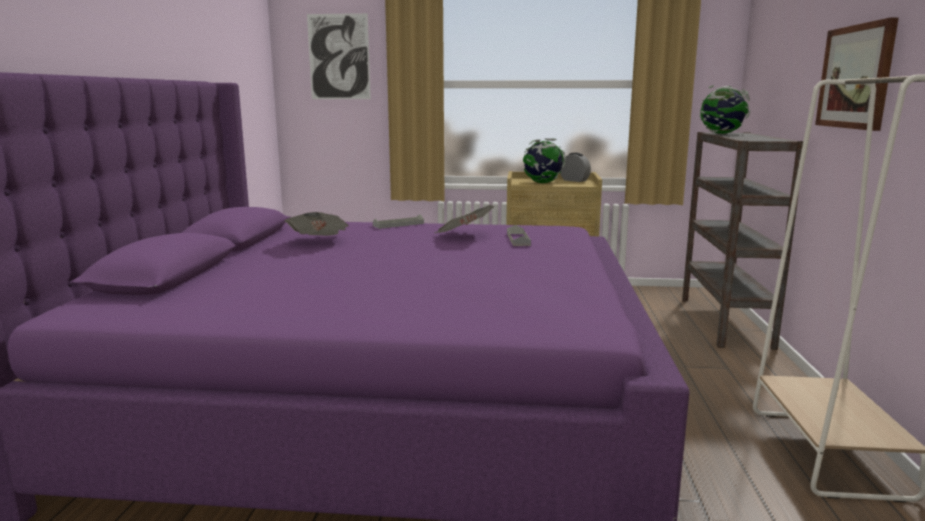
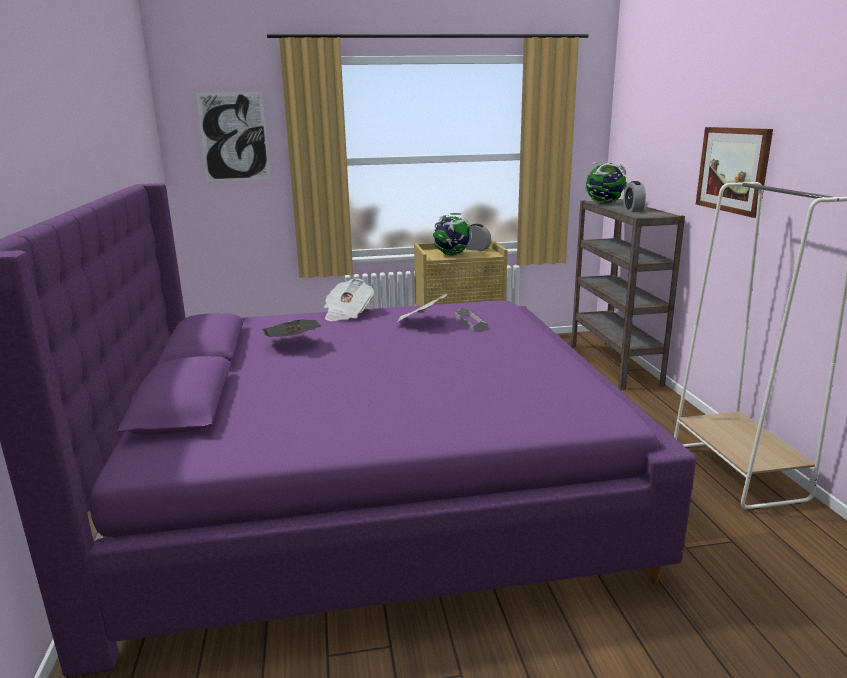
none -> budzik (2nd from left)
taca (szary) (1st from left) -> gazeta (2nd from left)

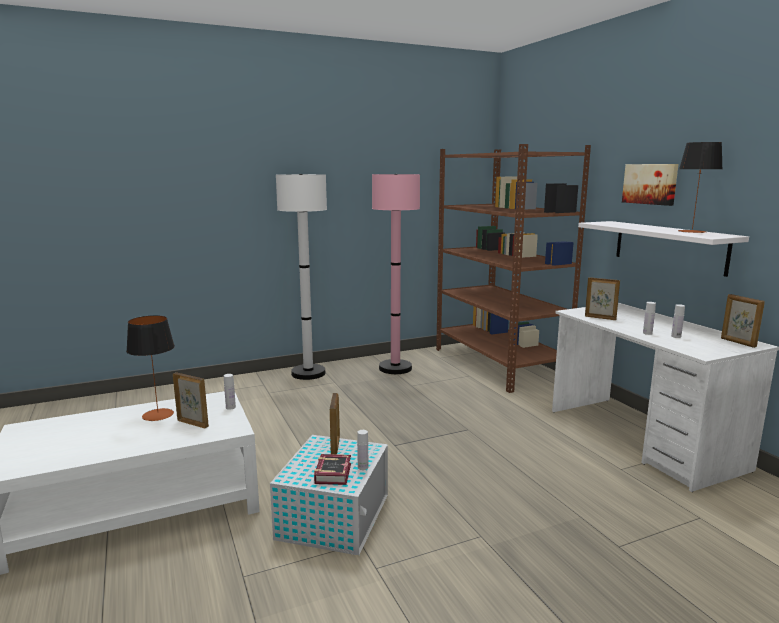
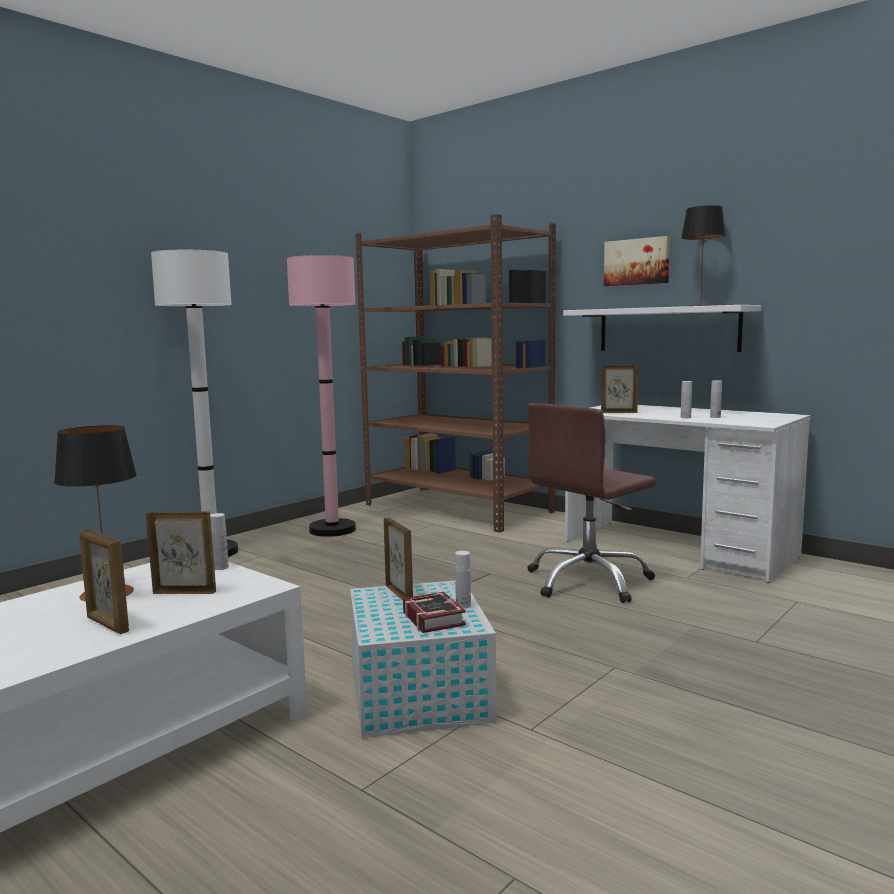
none -> krzesło biurowe (brązowy)
ramka na zdjęcie (4th from left in the first image) -> ramka na zdjęcie (1st from left), move

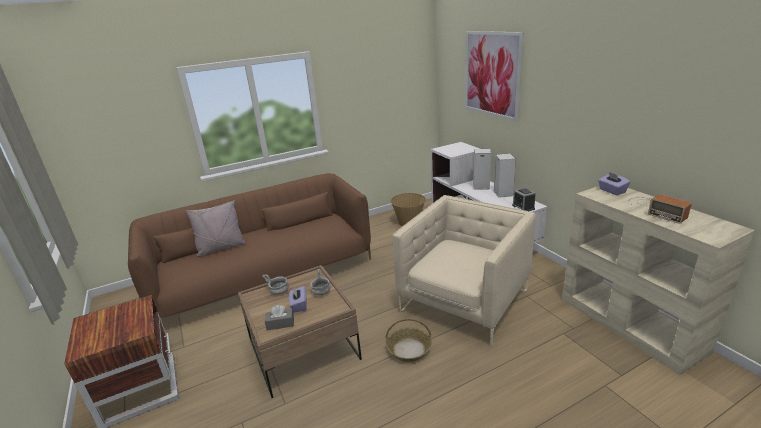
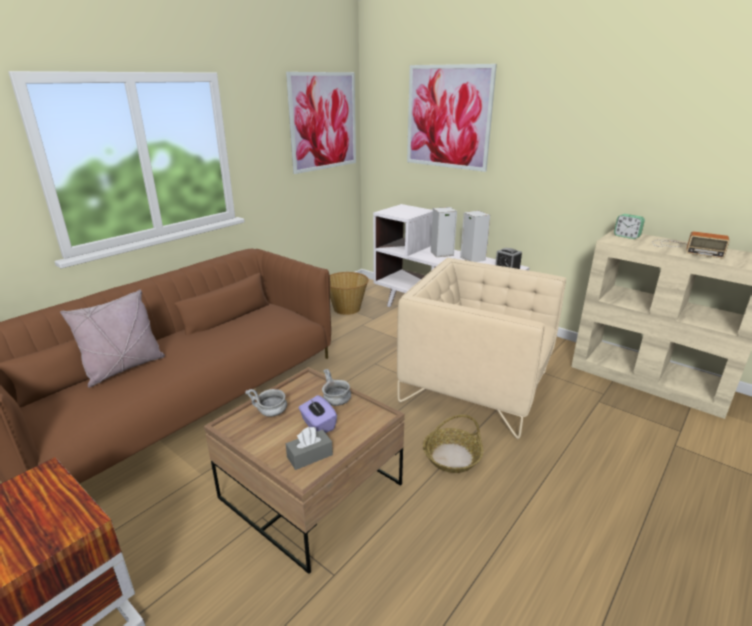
none -> obraz (1st from left)
pudełko chusteczek (fioletowy) (2nd from left) -> budzik (2nd from left)
fotel (beżowy), 75 degrees counterclockwise

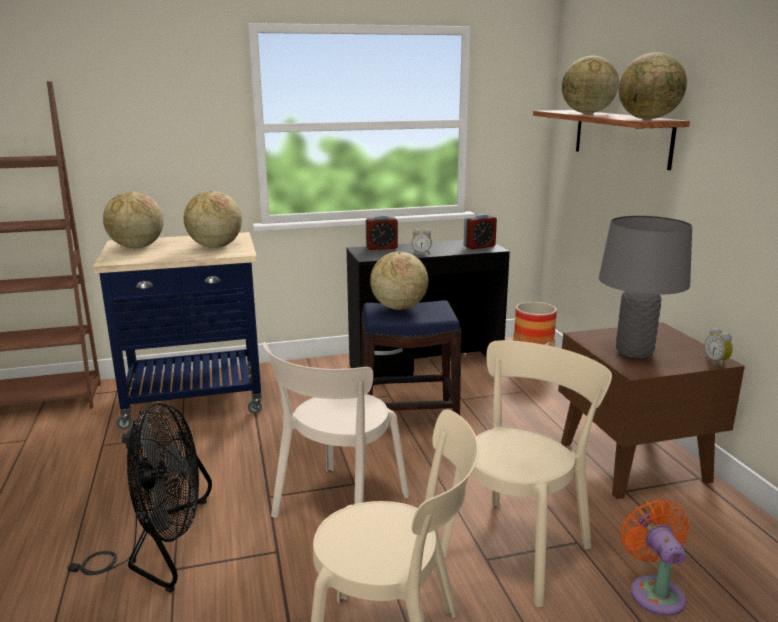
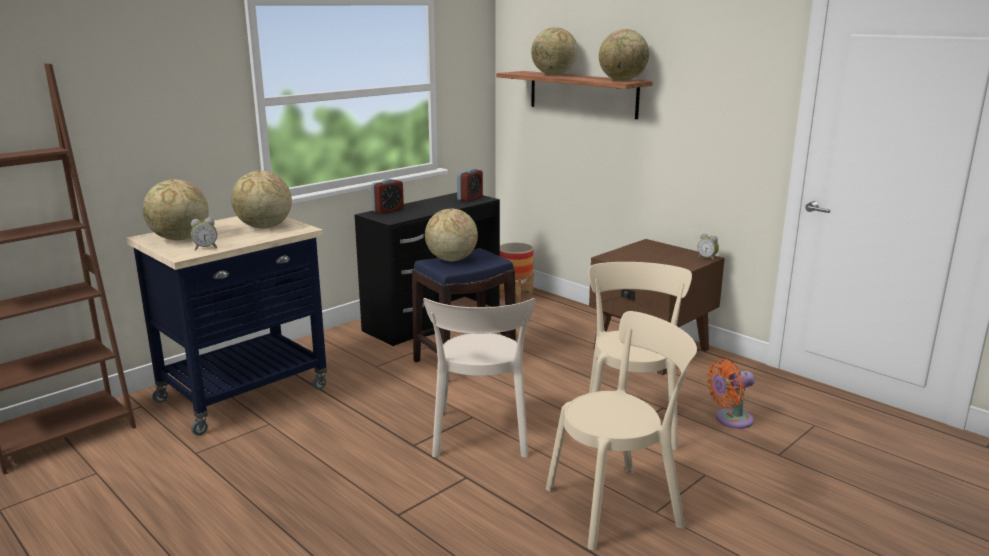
wentylator (czarny) -> none
lampa stołowa (szary) -> none
budzik (2nd from left in the first image) -> budzik (1st from left), move
wentylator (pomarańczowy), 75 degrees counterclockwise

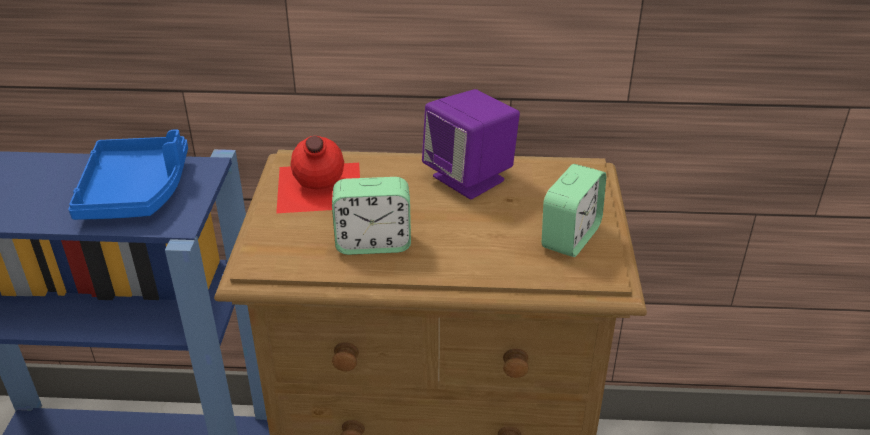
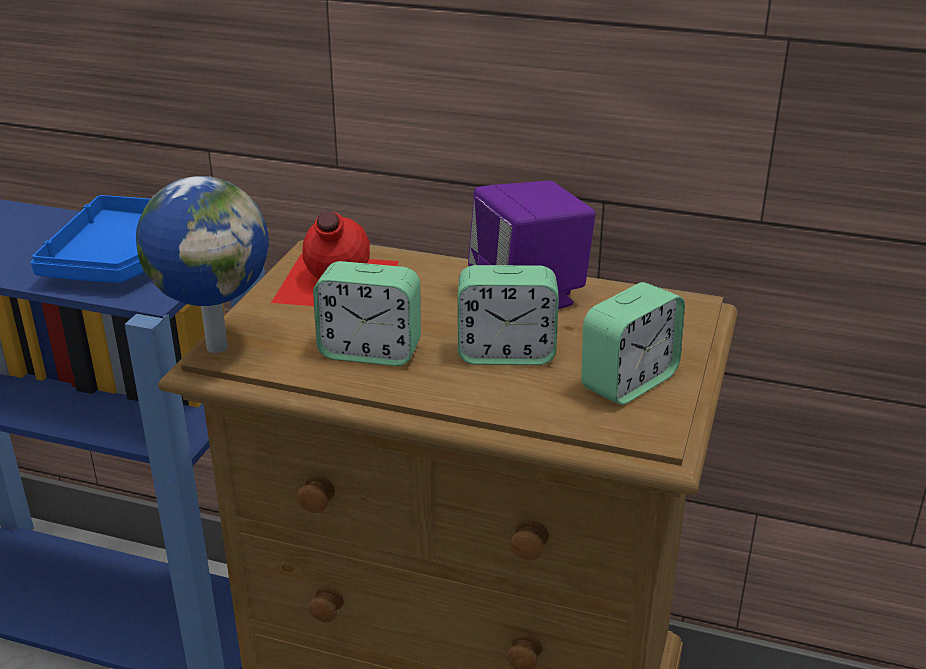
none -> globus
none -> budzik (2nd from left)

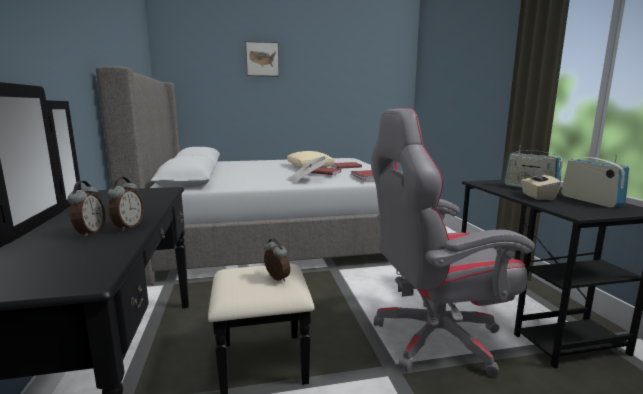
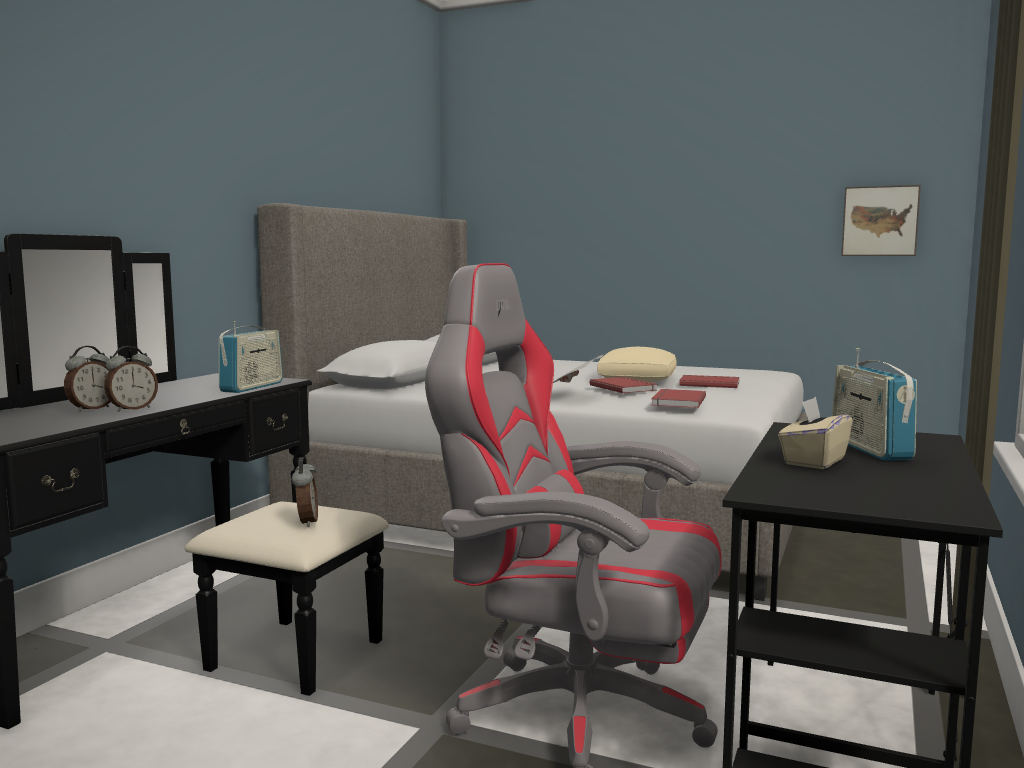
obraz, move
radio (2nd from left in the first image) -> radio (1st from left), move

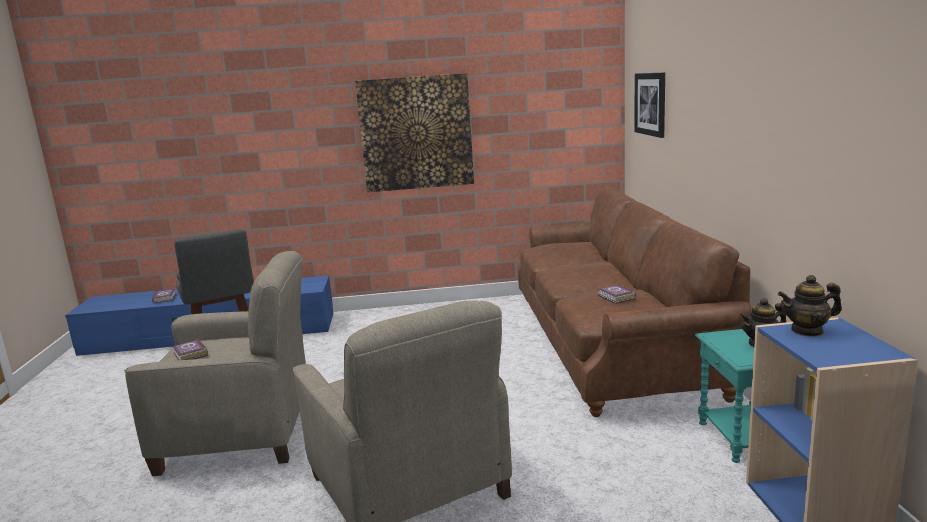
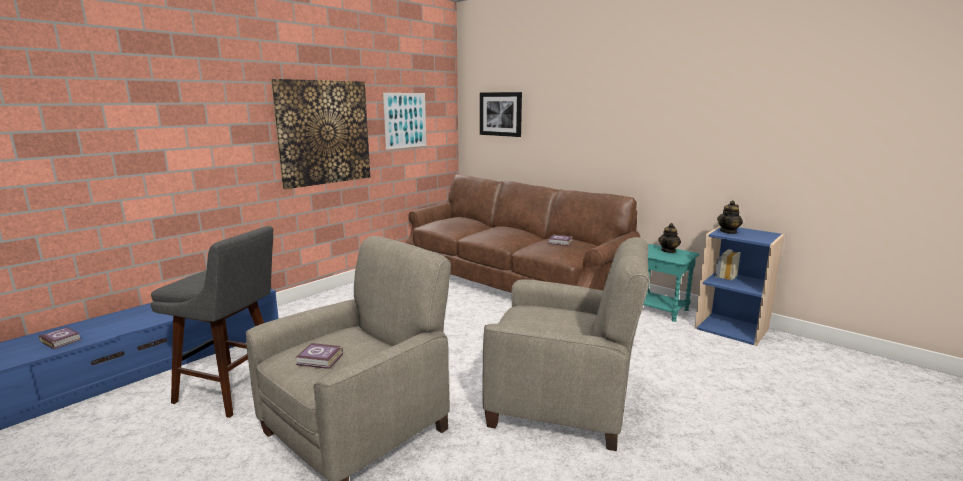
none -> obraz (2nd from left)

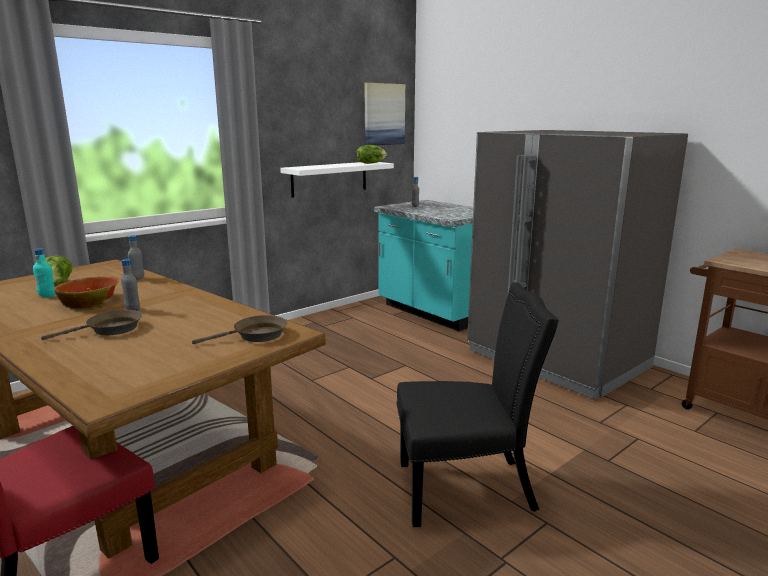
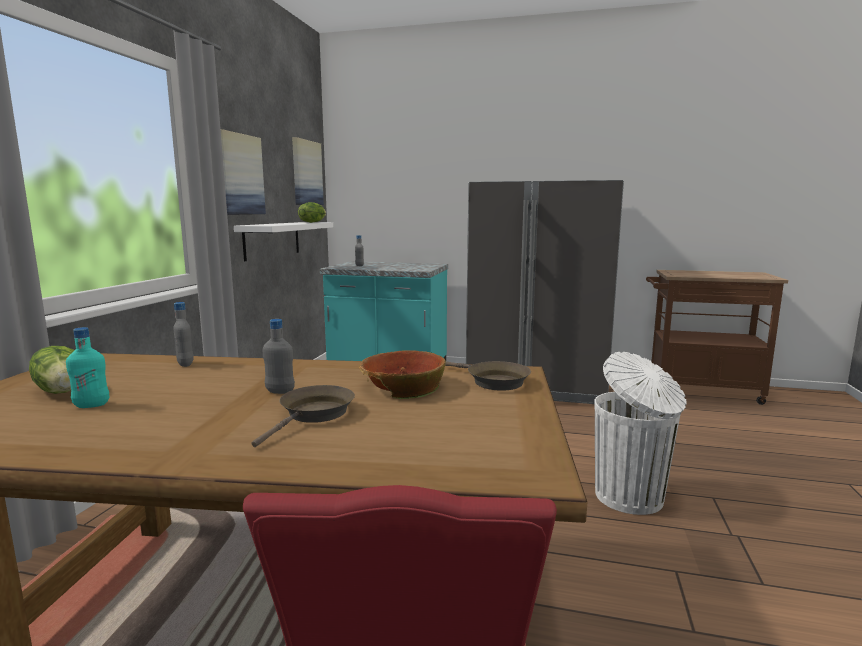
none -> obraz (1st from left)
miska, move
krzesło (czarny) -> kosz na śmieci (biały)
patelnia (brązowy) (2nd from left), 105 degrees clockwise

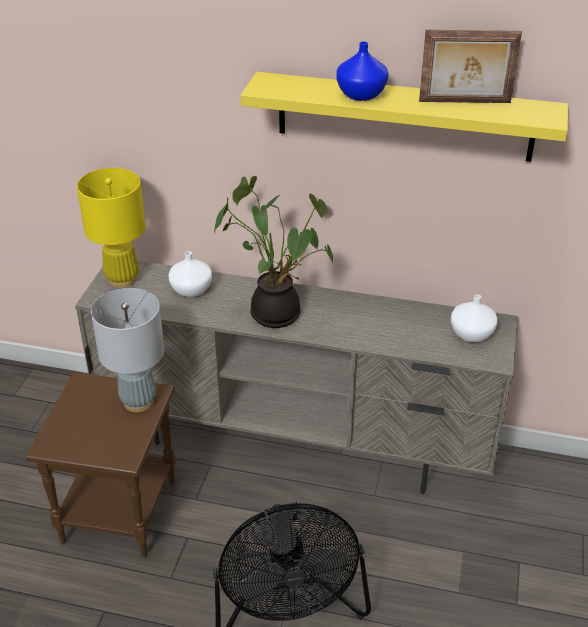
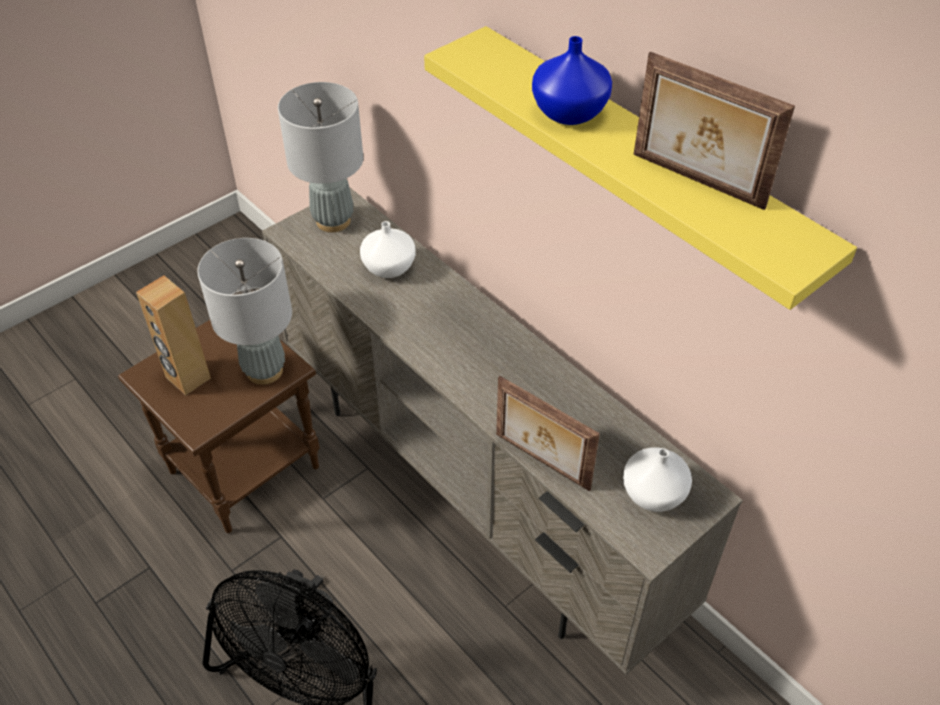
roślina doniczkowa -> none
none -> głośnik (brązowy)
none -> ramka na zdjęcie (1st from left)
lampa stołowa (żółty) -> lampa stołowa (szary) (2nd from left)

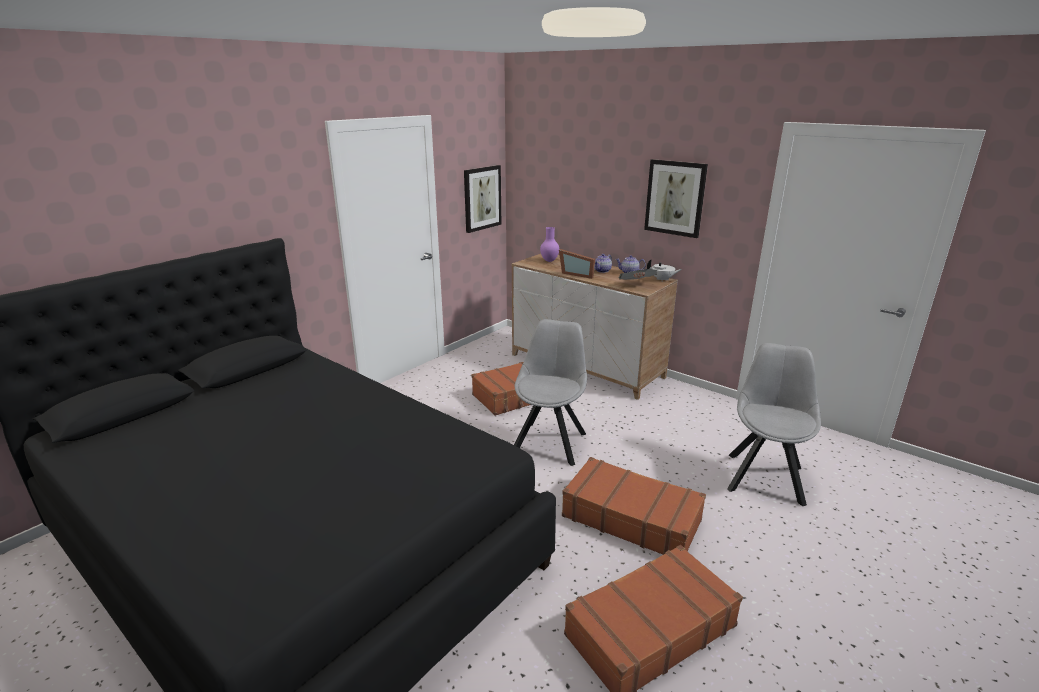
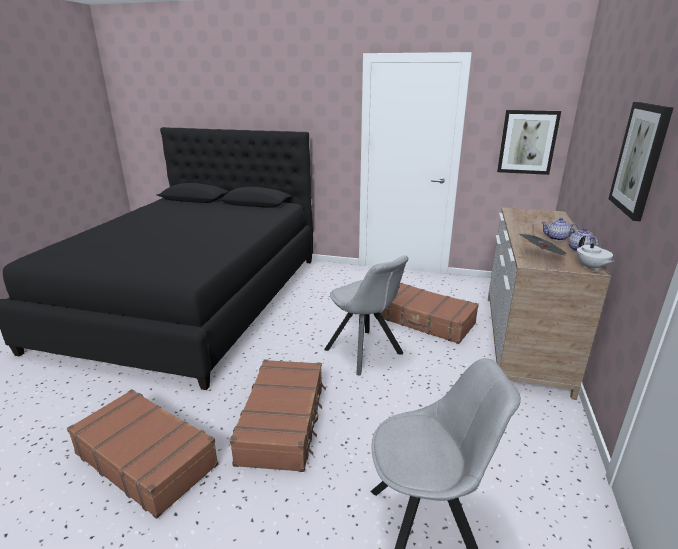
wazon (fioletowy) -> none
ramka na zdjęcie -> none
krzesło (szary) (1st from left), 60 degrees clockwise

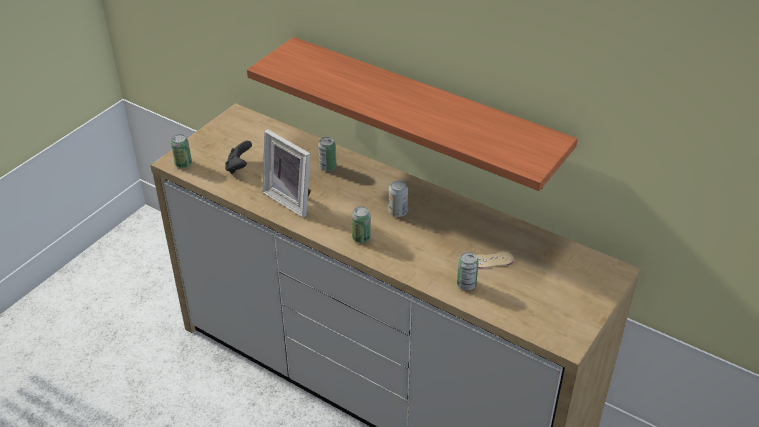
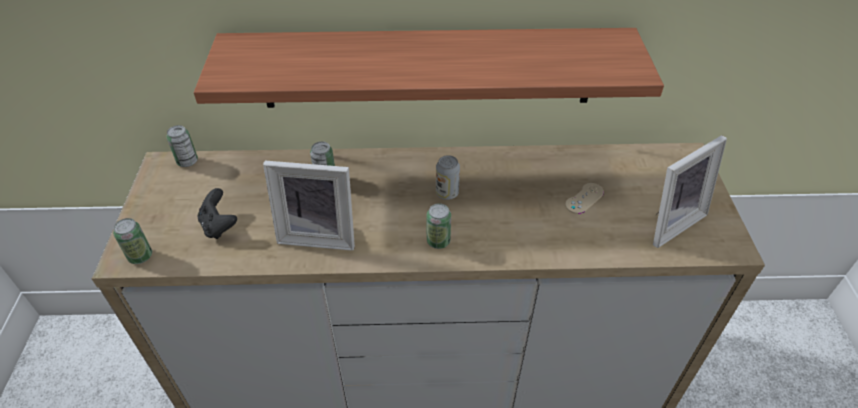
none -> ramka na zdjęcie (2nd from left)
puszka (5th from left in the first image) -> puszka (2nd from left), move

